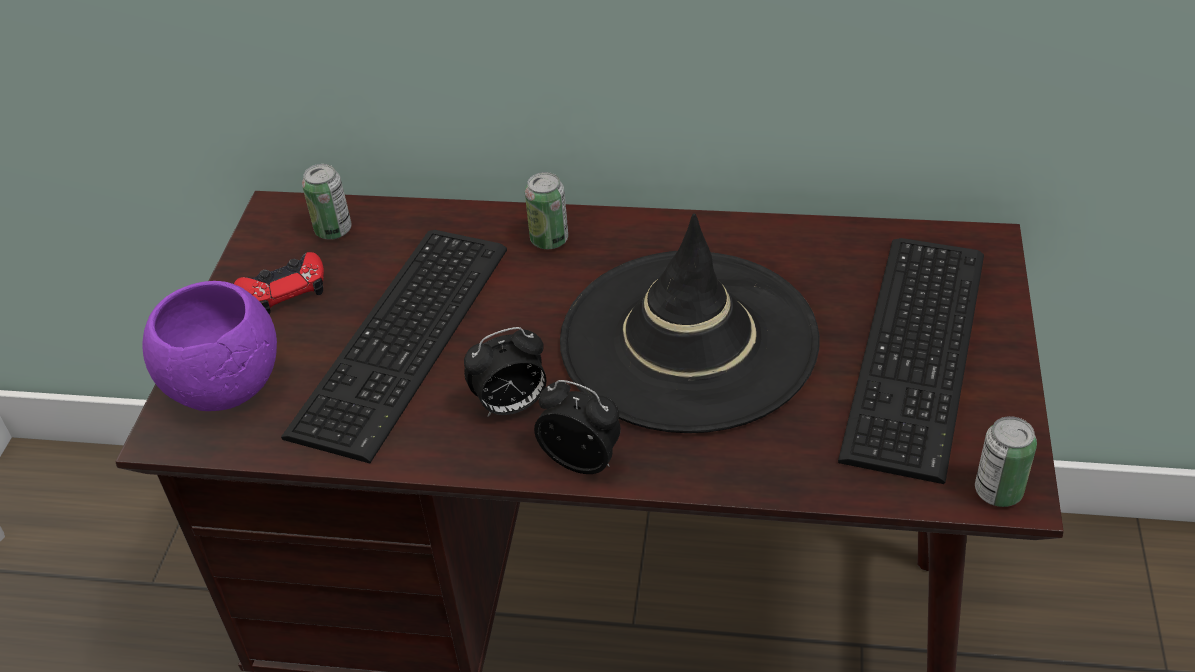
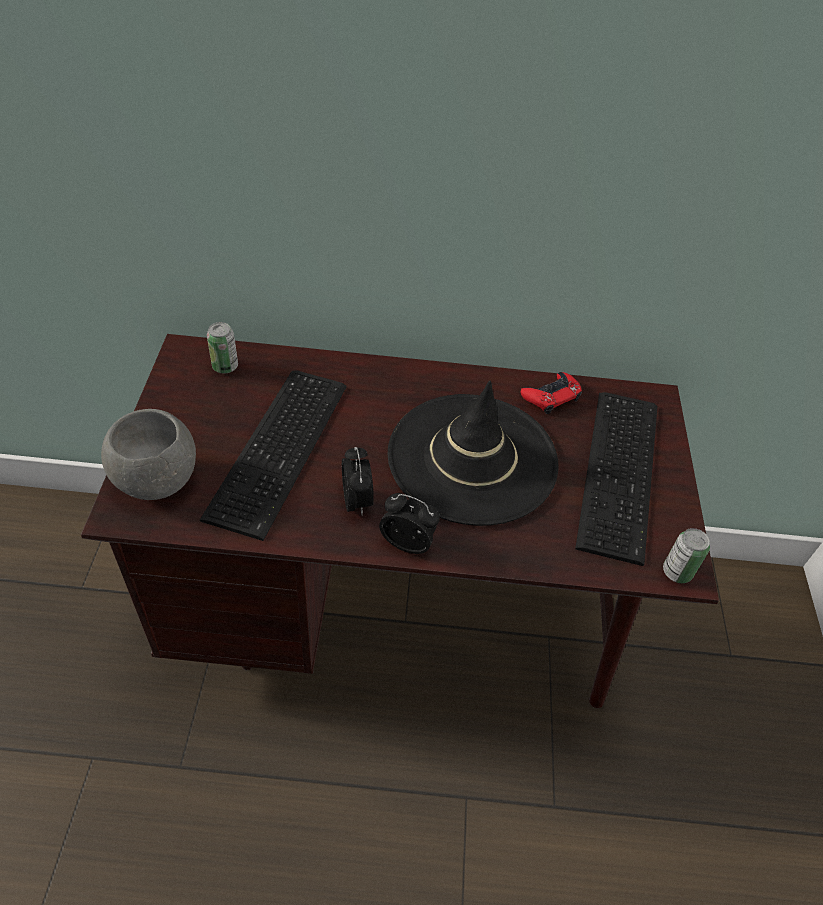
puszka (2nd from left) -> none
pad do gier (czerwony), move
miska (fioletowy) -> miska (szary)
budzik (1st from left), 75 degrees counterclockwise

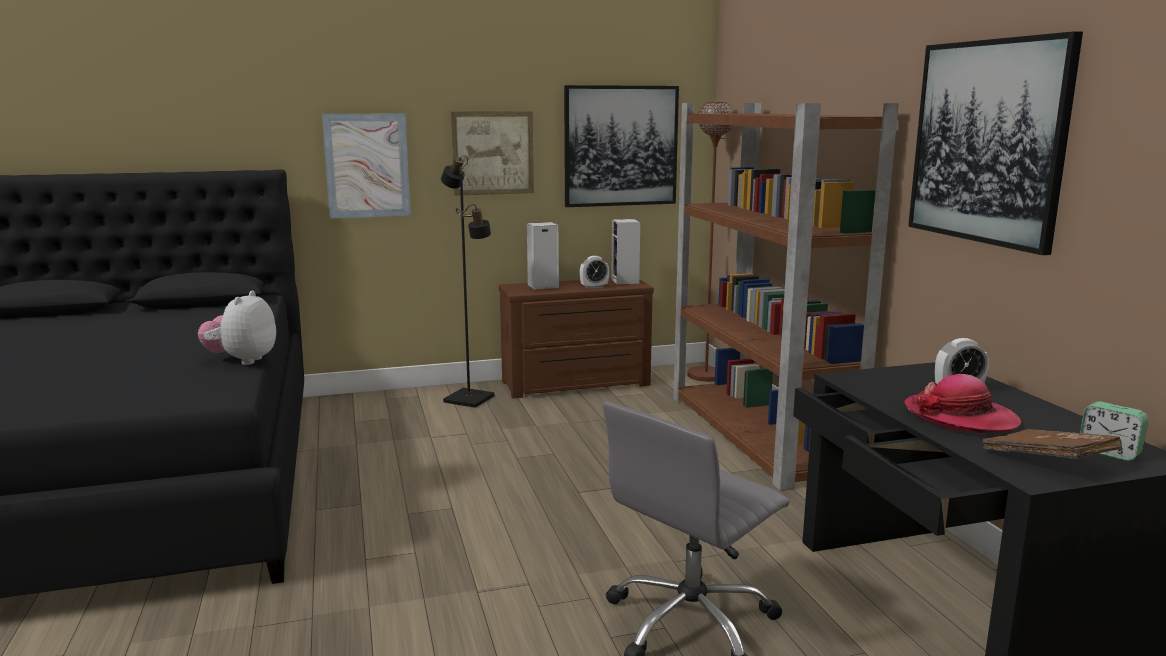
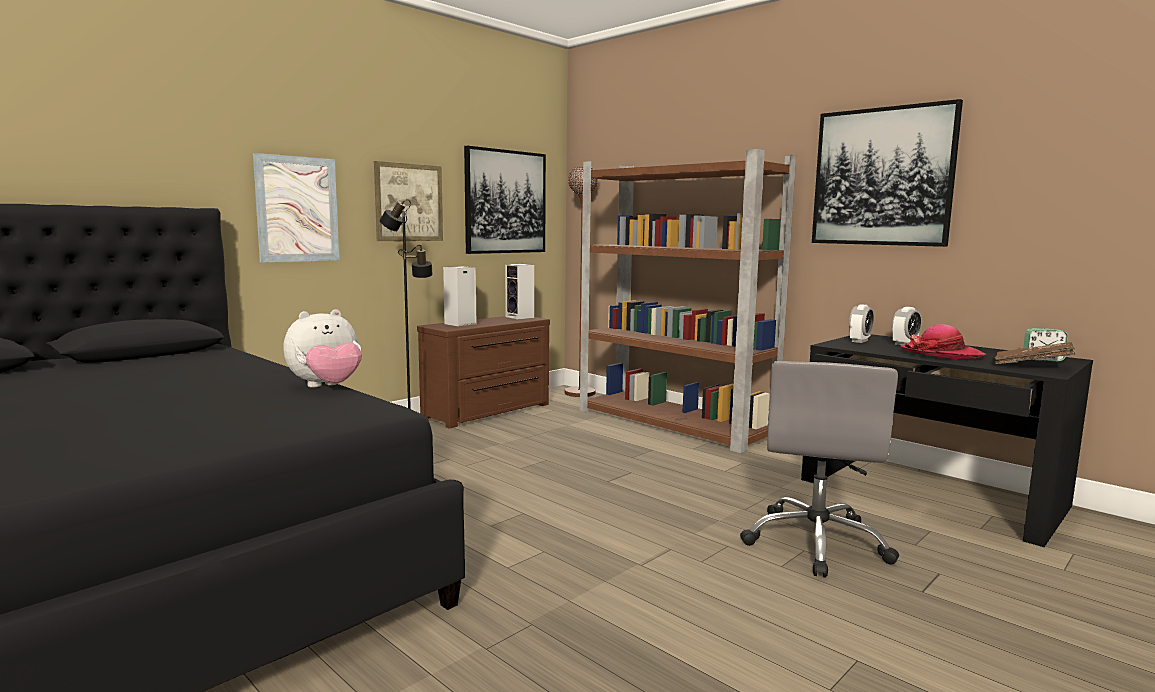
budzik (1st from left), move
pluszak, 105 degrees counterclockwise

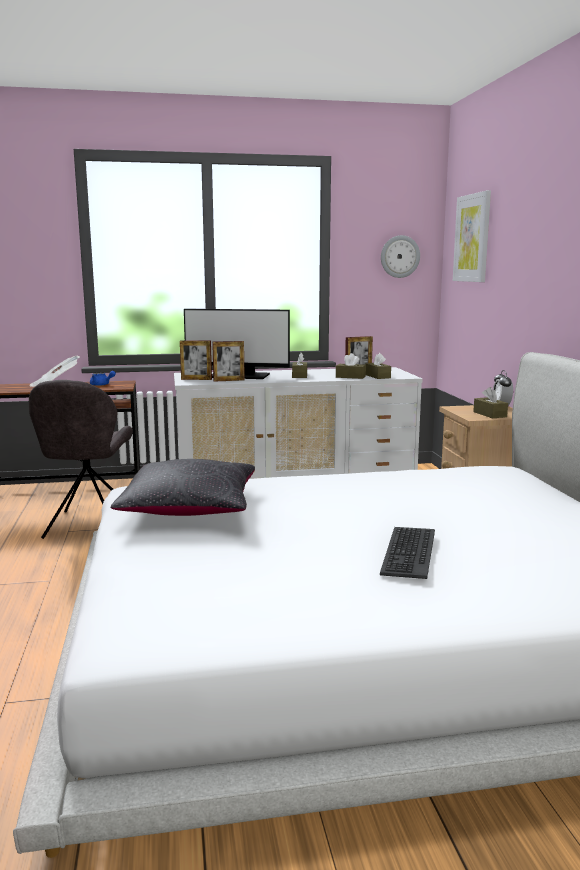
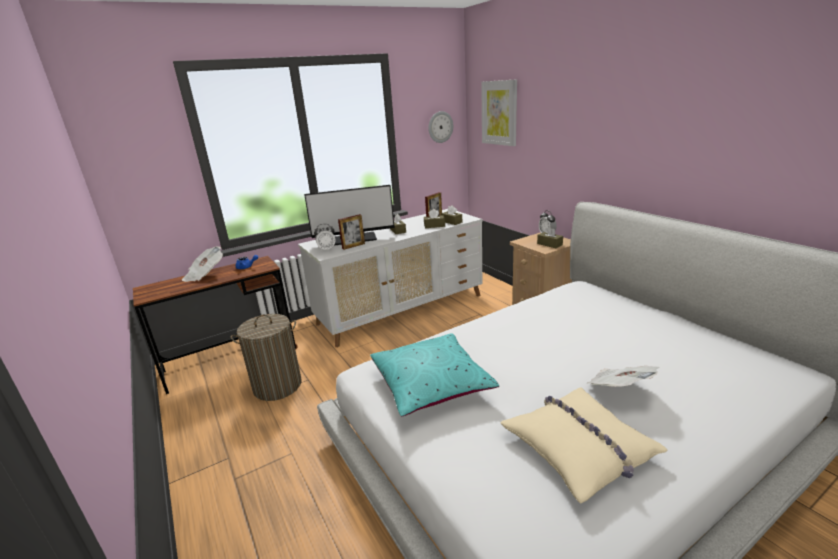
none -> poduszka (beżowy)
krzesło (szary) -> kosz na pranie
ramka na zdjęcie (1st from left) -> budzik (1st from left)
klawiatura -> gazeta (2nd from left)
poduszka (czarny) -> poduszka (turkusowy)

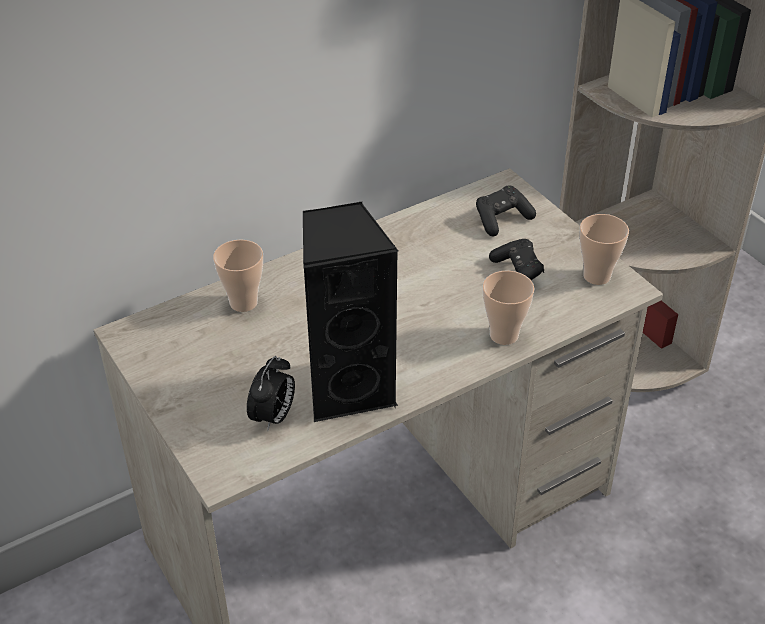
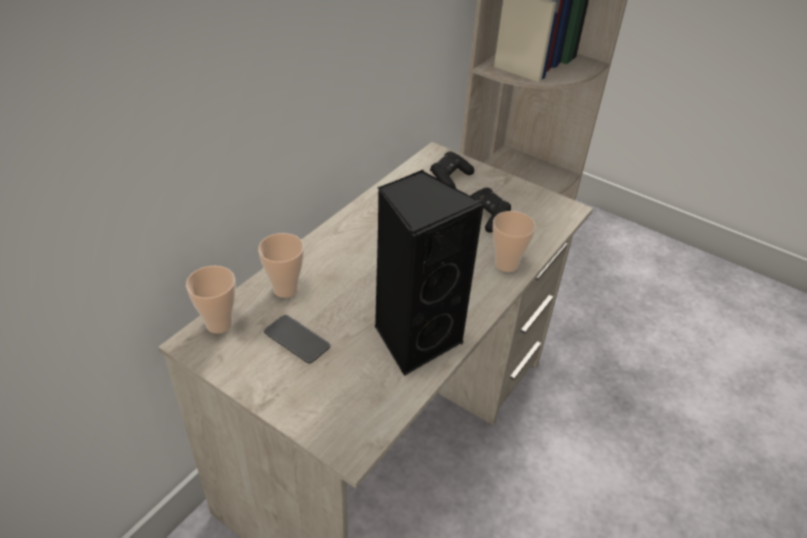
budzik -> none
none -> telefon
filiżanka (3rd from left in the first image) -> filiżanka (1st from left), move

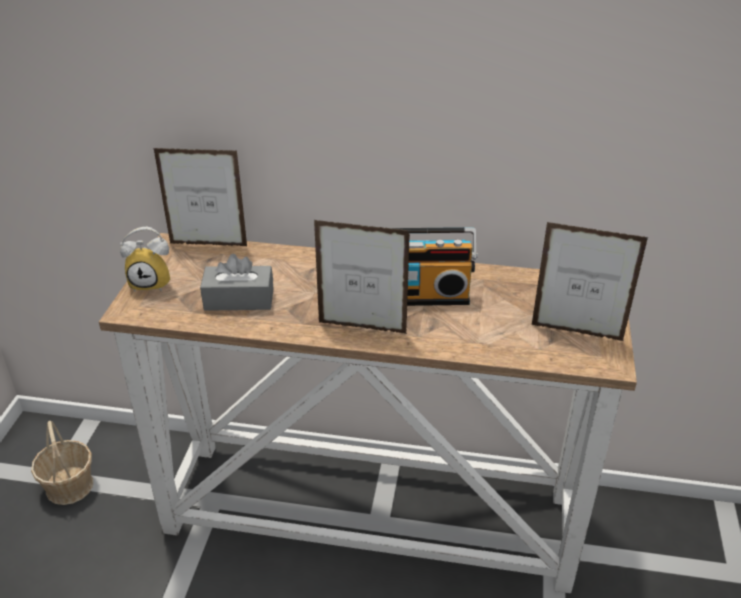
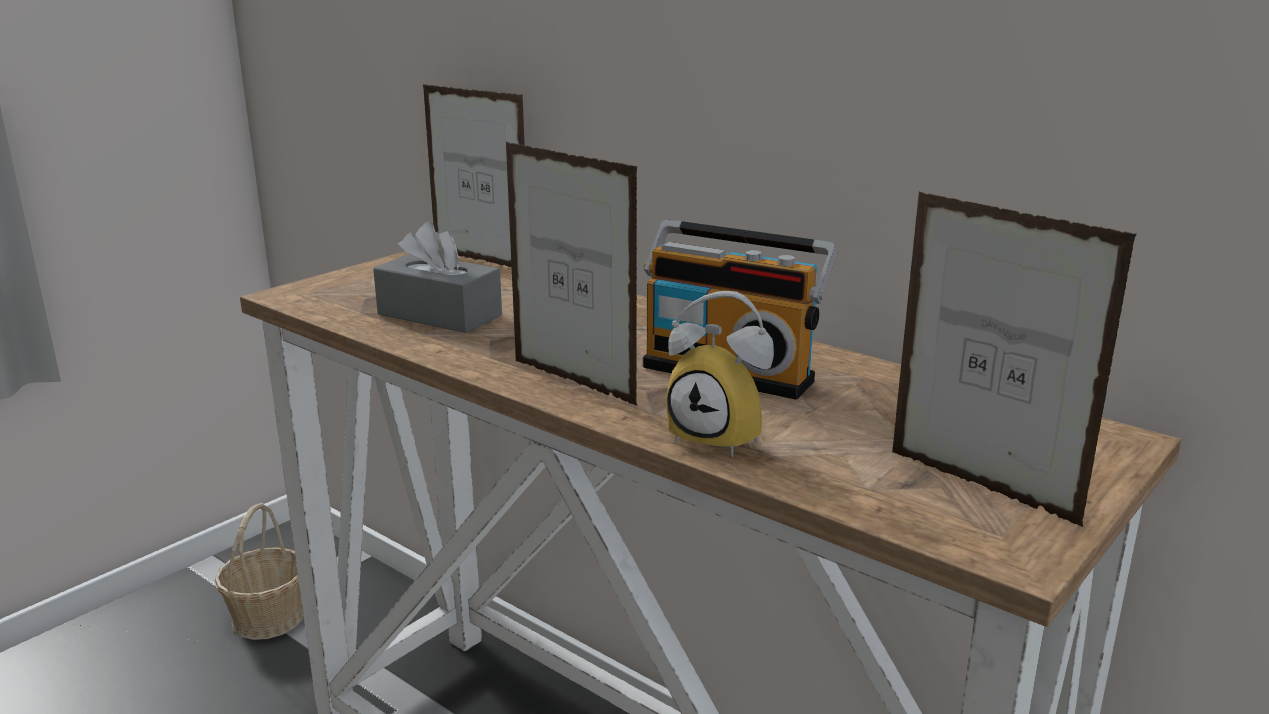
budzik, move

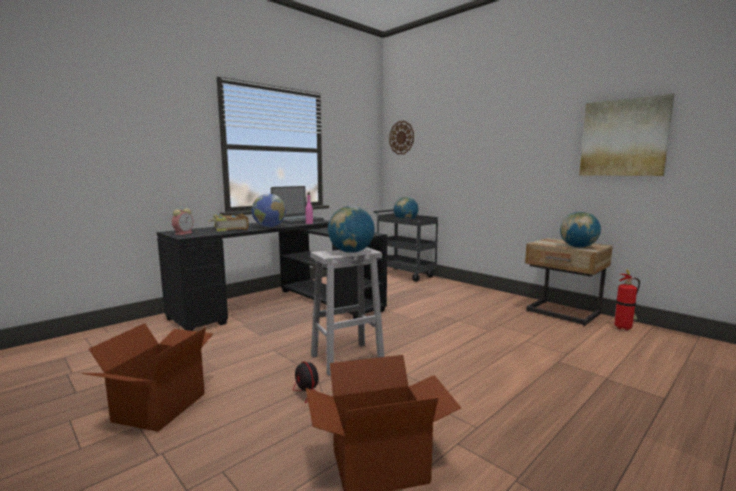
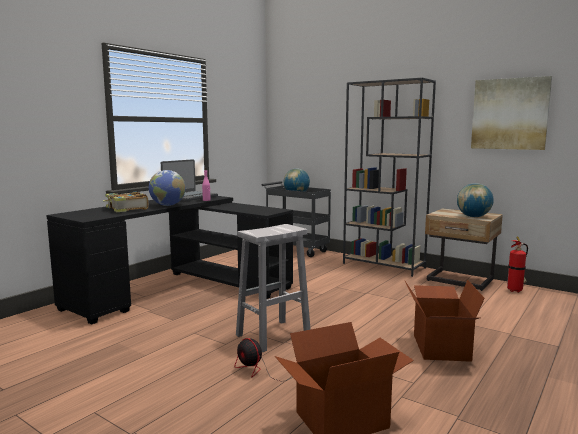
budzik -> none
globus (2nd from left) -> none
zegar ścienny -> none
none -> regał
karton (1st from left in the first image) -> karton (2nd from left), move

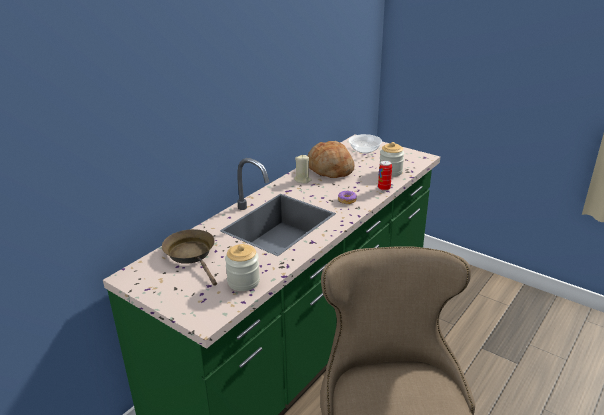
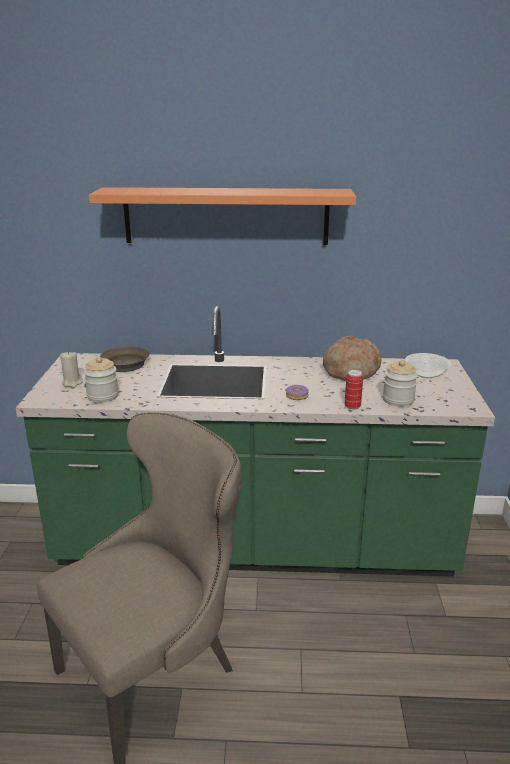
none -> półka (pomarańczowy)
świeca (beżowy), move

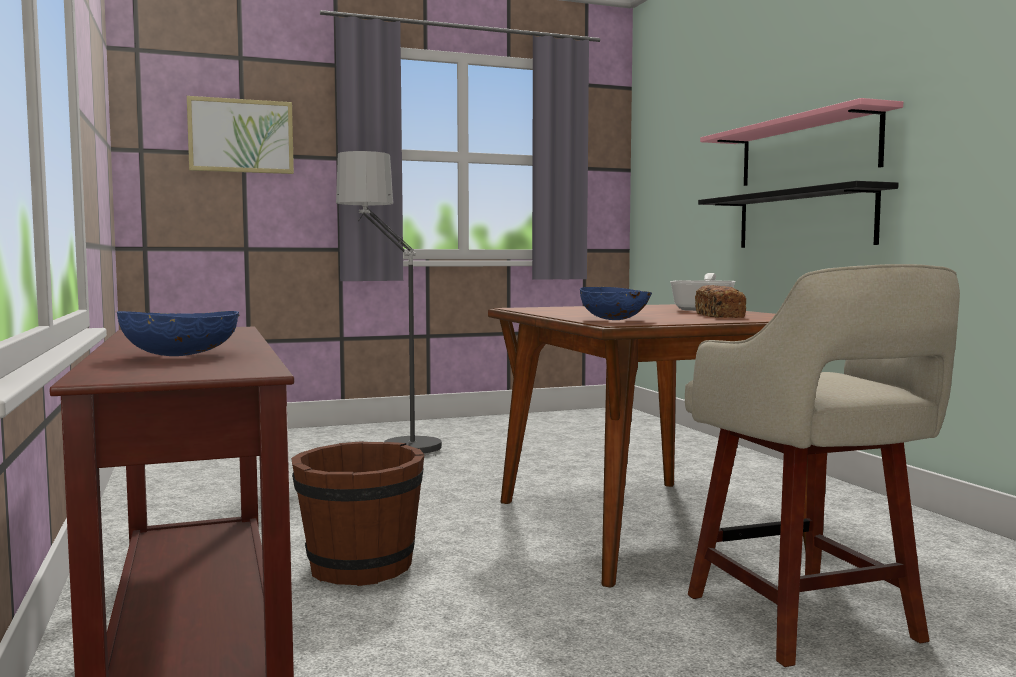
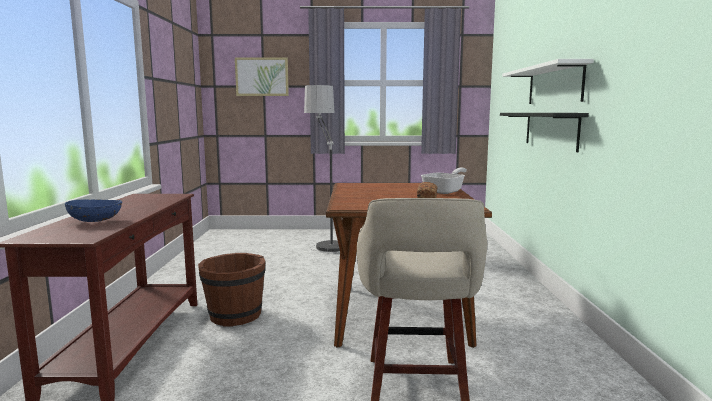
miska (niebieski) (2nd from left) -> none
półka (różowy) -> półka (biały)

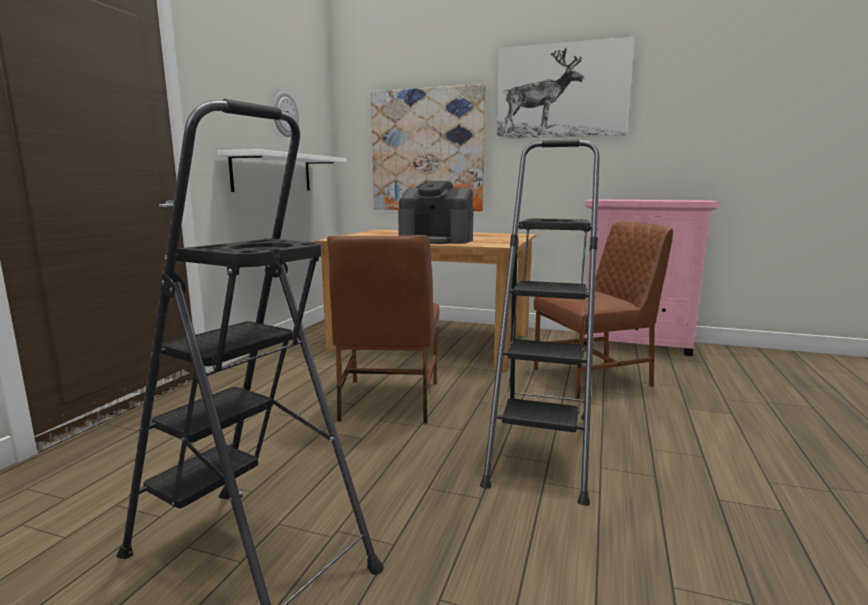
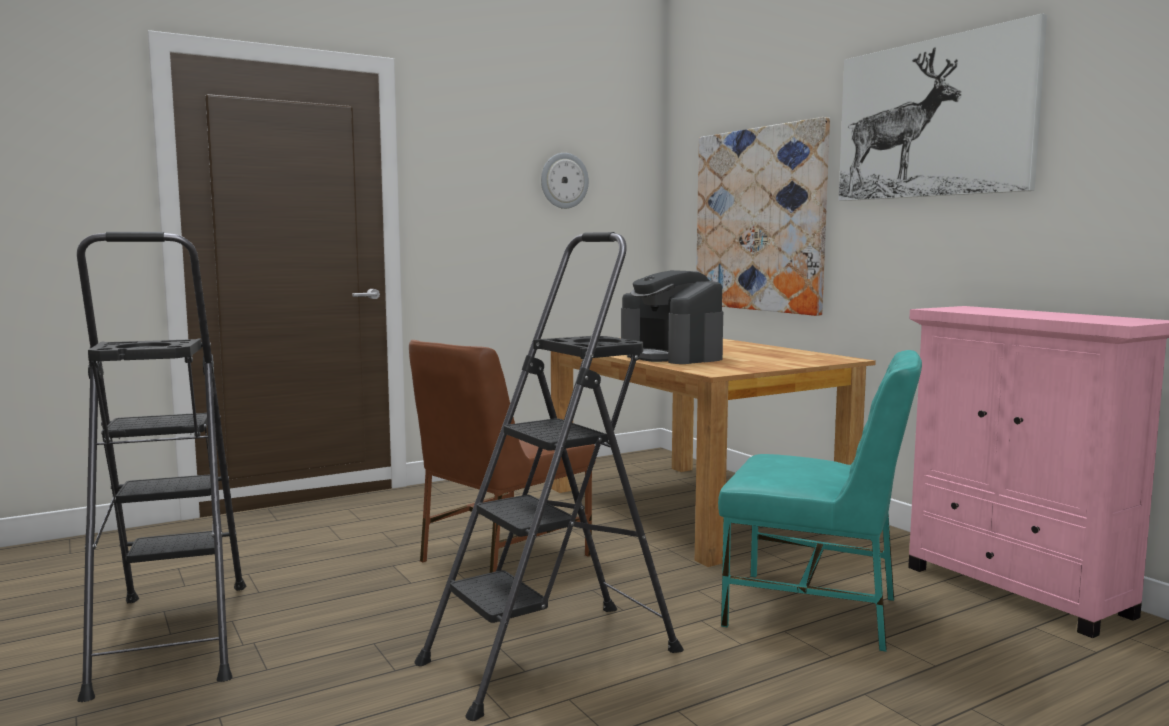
półka (biały) -> none
krzesło (brązowy) (2nd from left) -> krzesło (turkusowy)

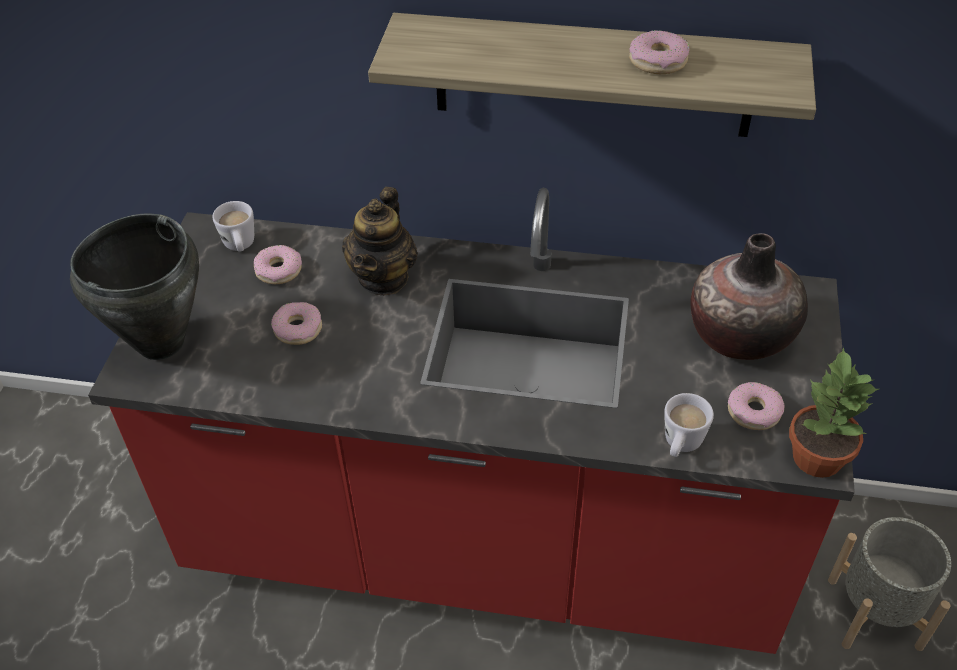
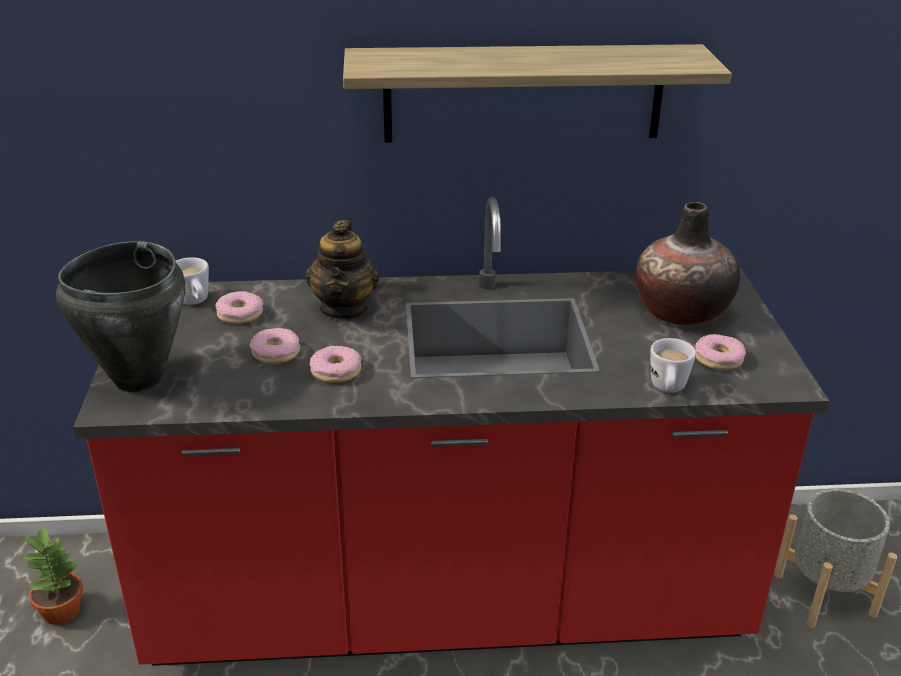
donut (3rd from left), move
roślina doniczkowa, move

